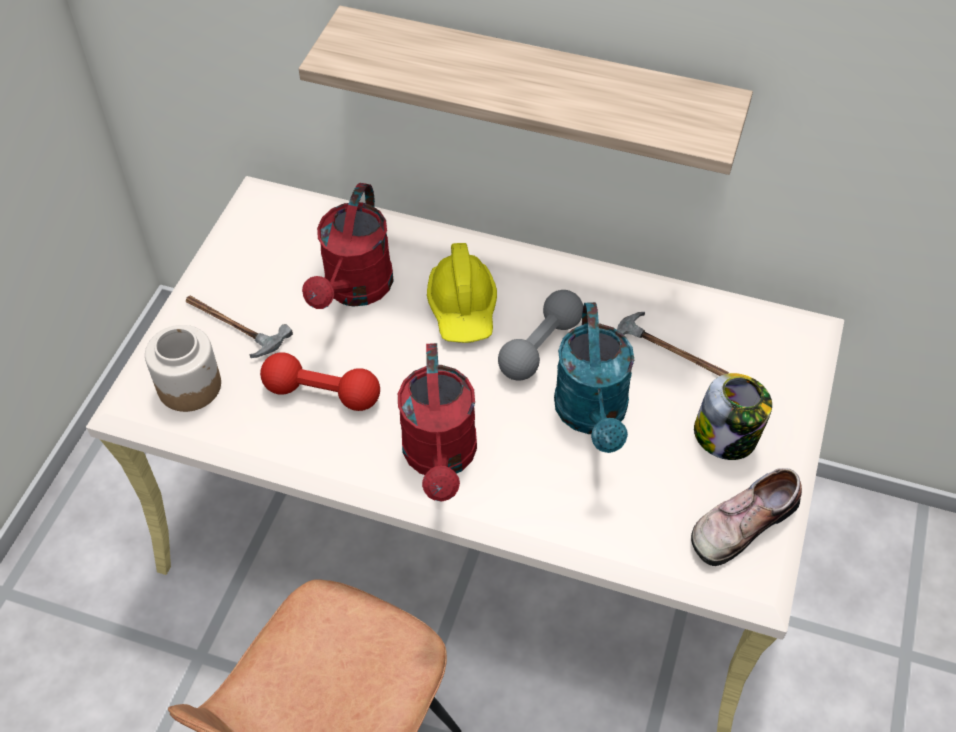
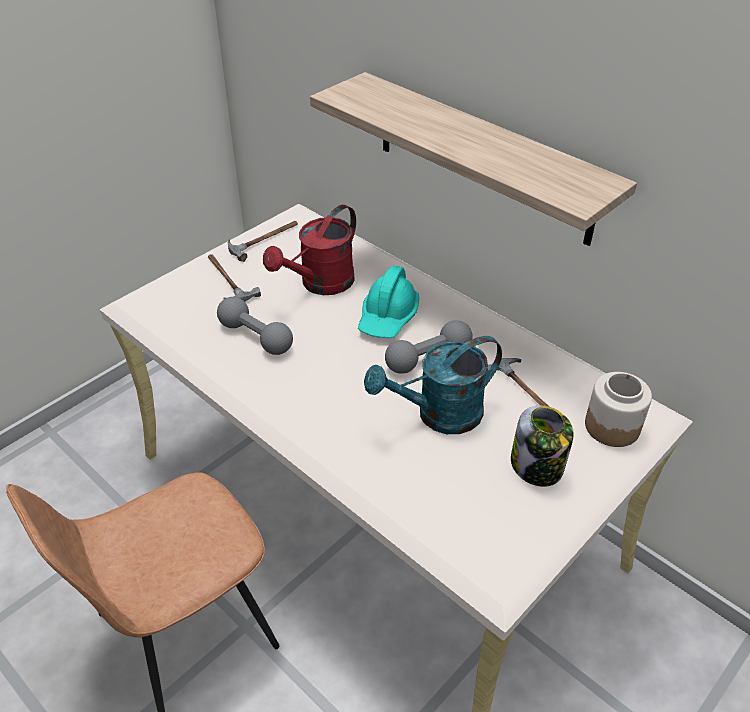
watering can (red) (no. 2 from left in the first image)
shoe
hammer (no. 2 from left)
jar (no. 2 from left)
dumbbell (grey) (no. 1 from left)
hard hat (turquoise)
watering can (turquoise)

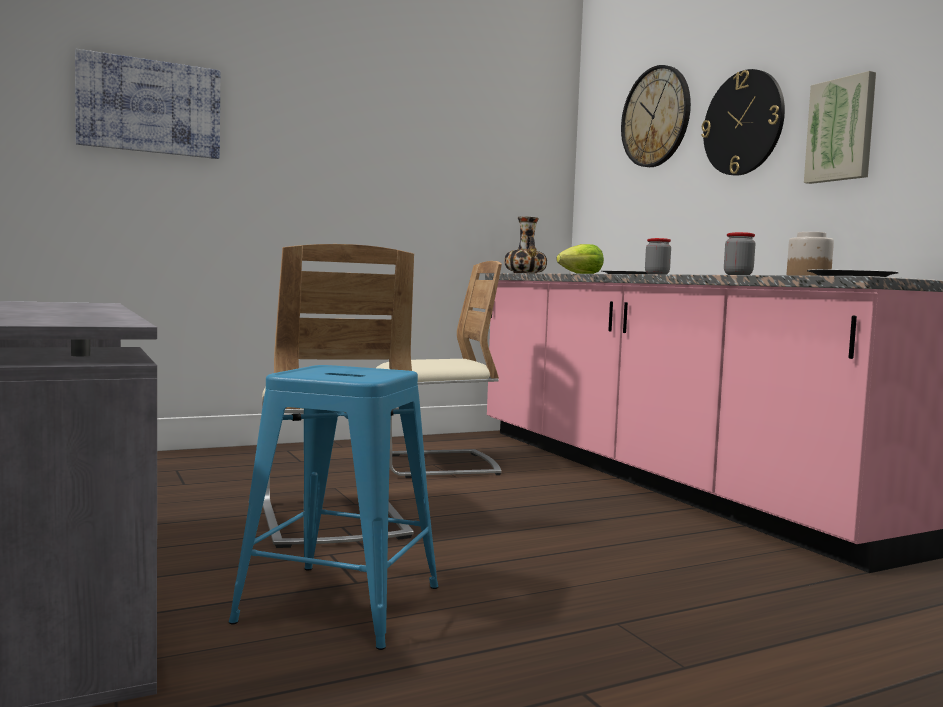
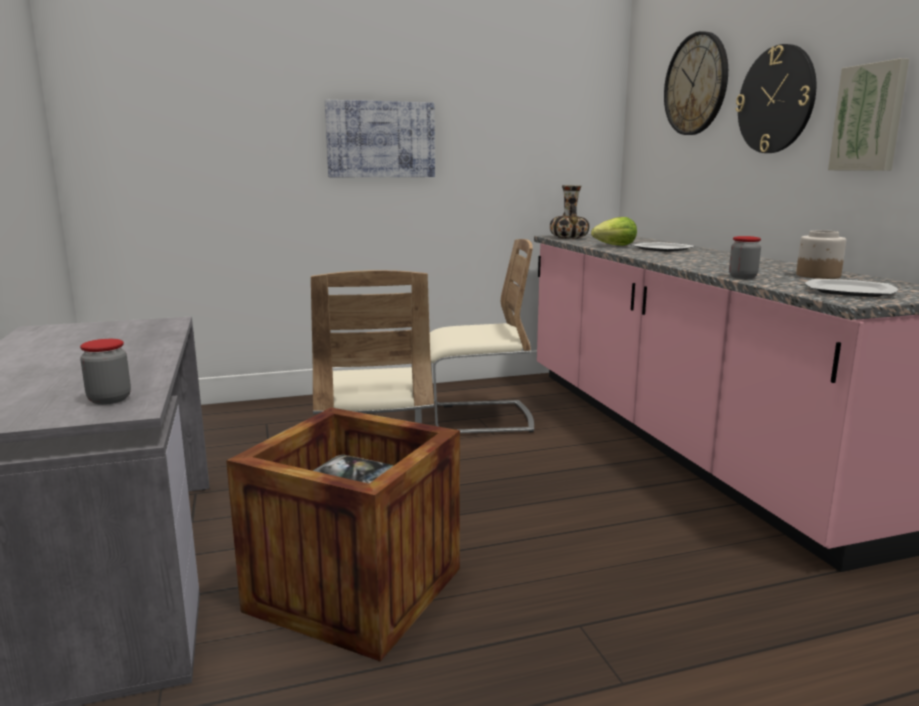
picture (no. 1 from left)
jar (no. 1 from left)
crate

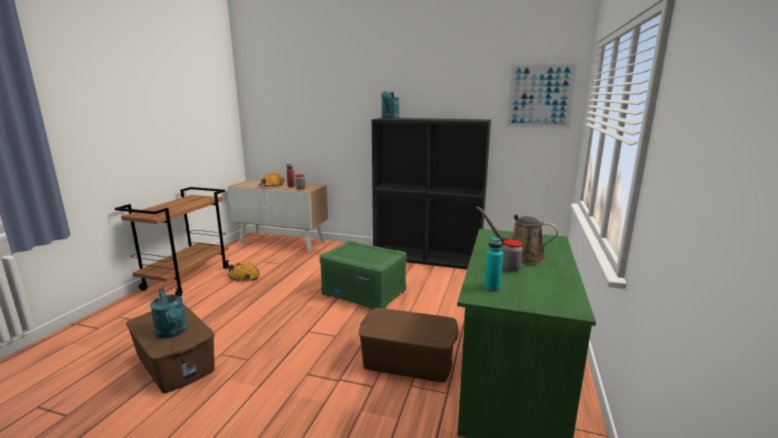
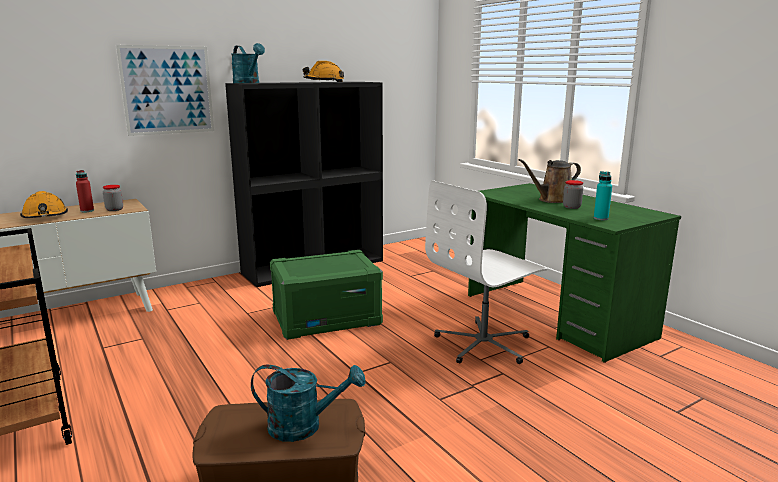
hard hat (orange) (no. 2 from left)
picture
office chair (white)

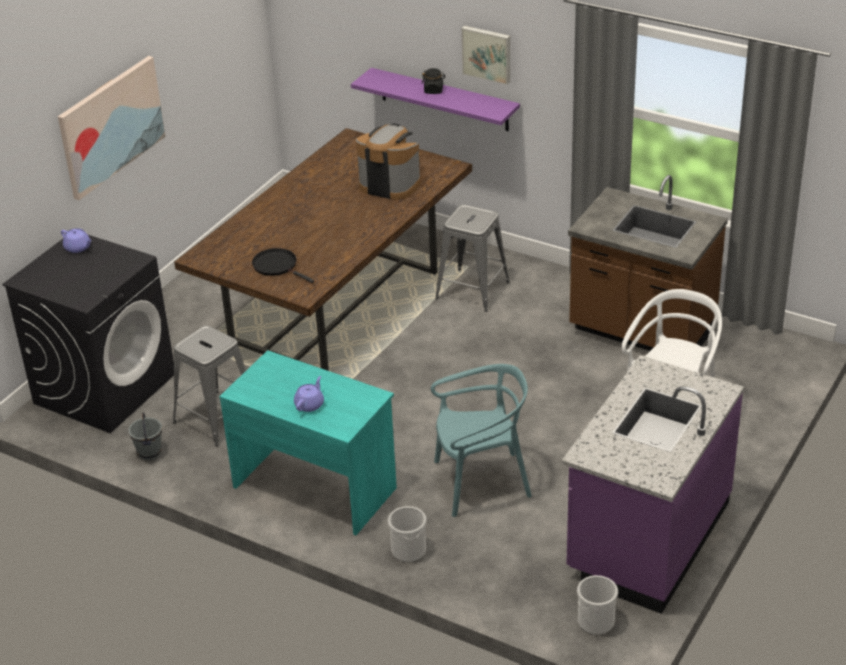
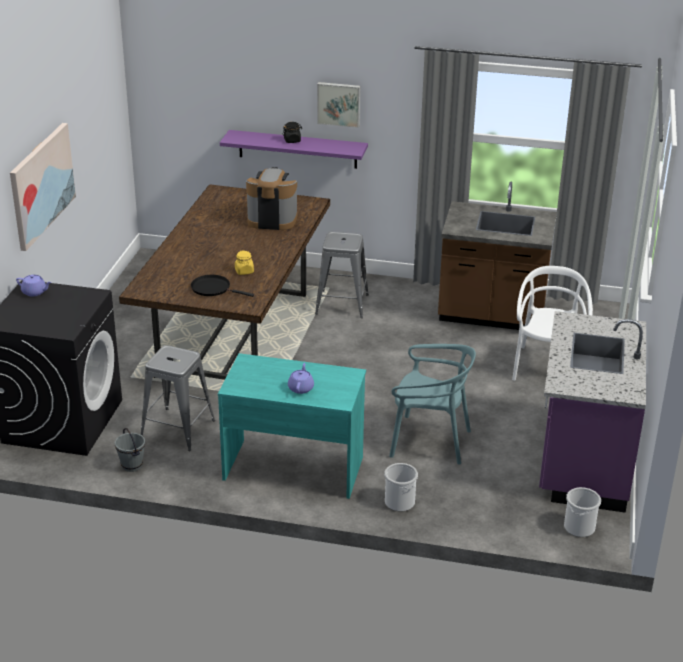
jar (yellow)
chair (turquoise)

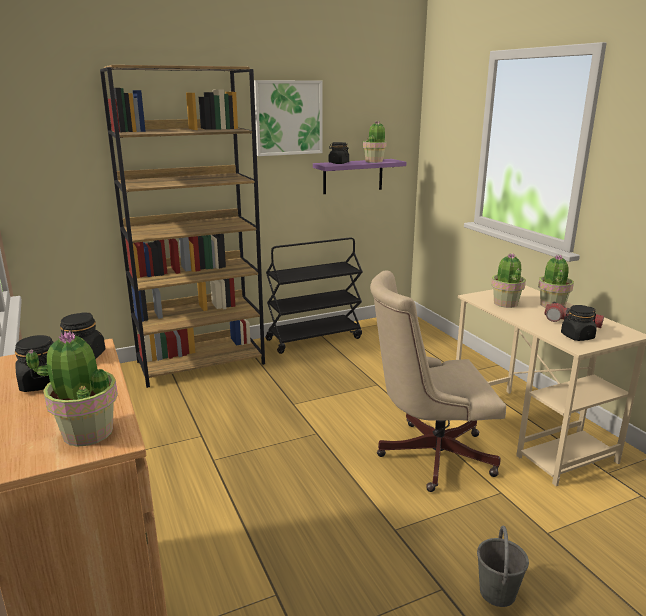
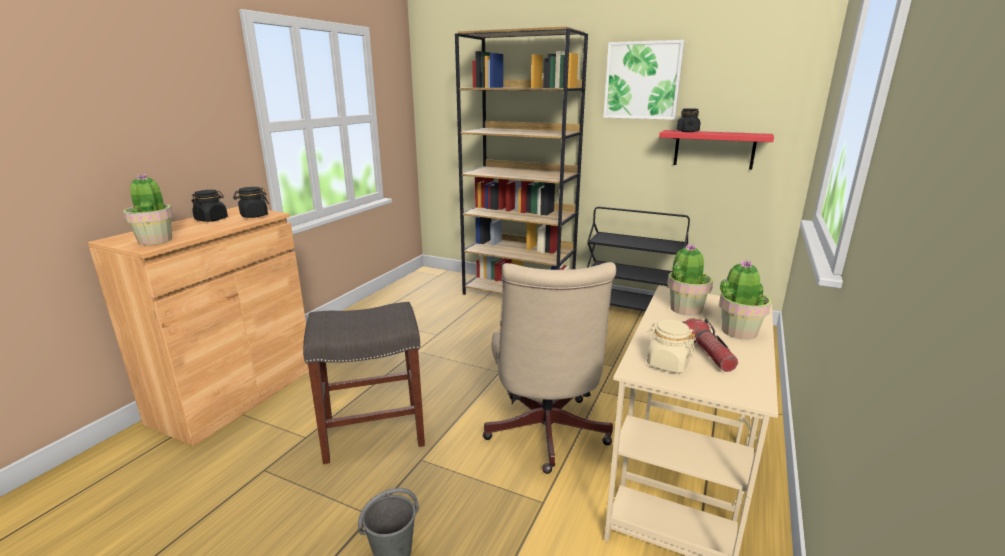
potted plant (no. 2 from left in the first image)
stool (grey)
shelf (red)
jar (beige)
office chair (beige)

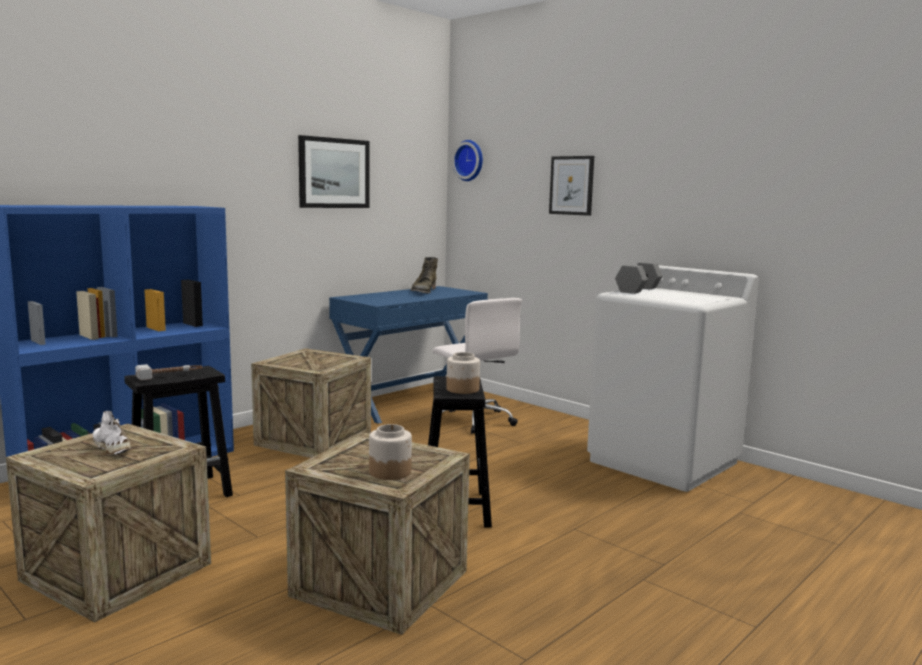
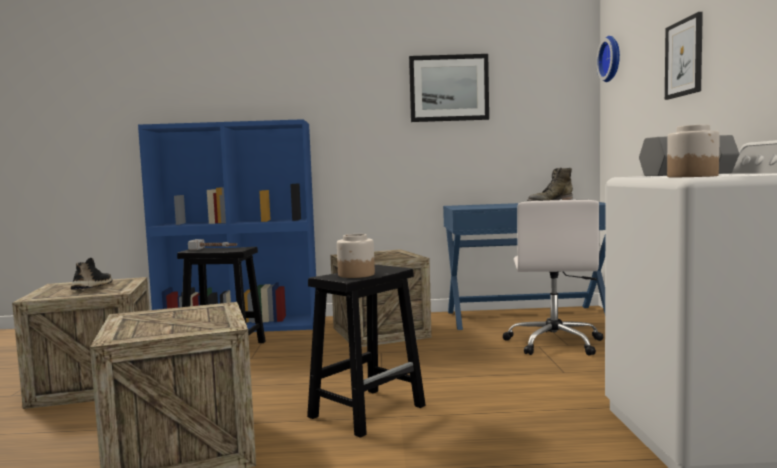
jar (no. 2 from left)
shoe (black)

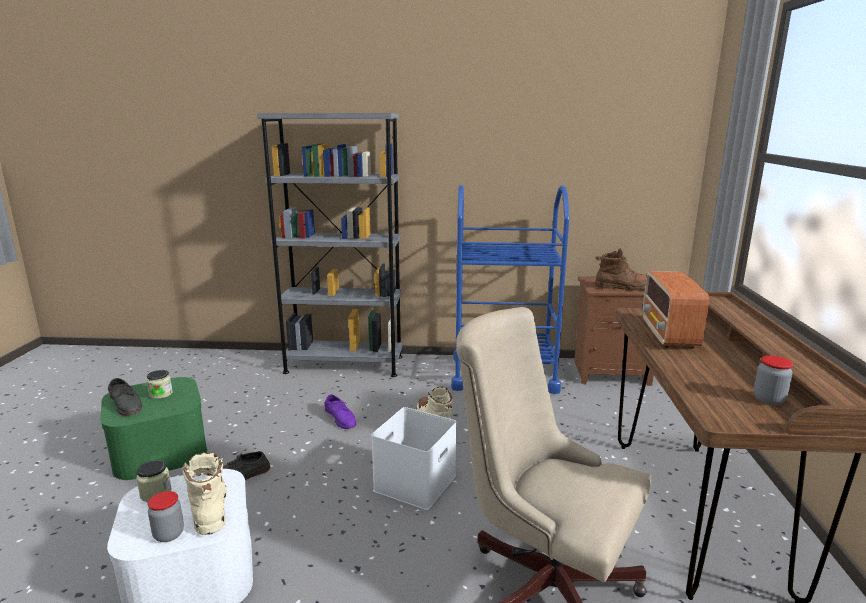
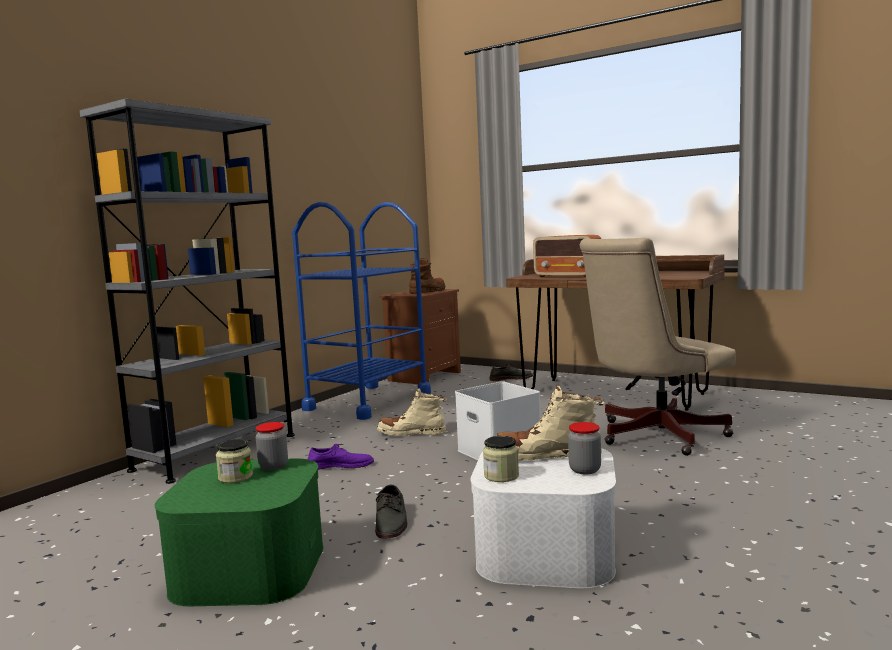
shoe (grey) (no. 2 from left)
jar (no. 2 from left)

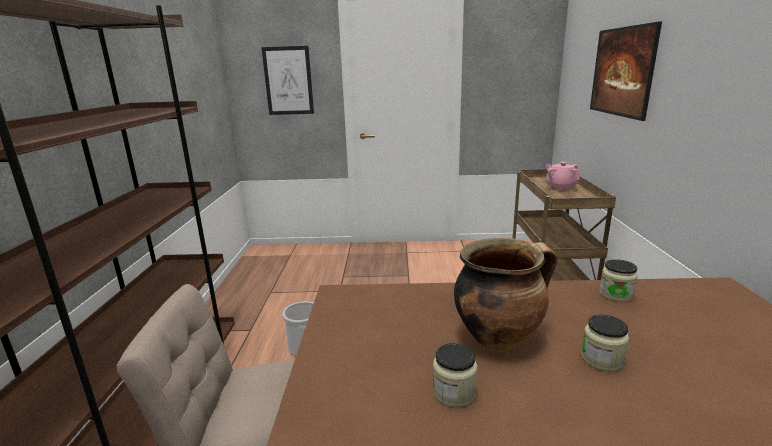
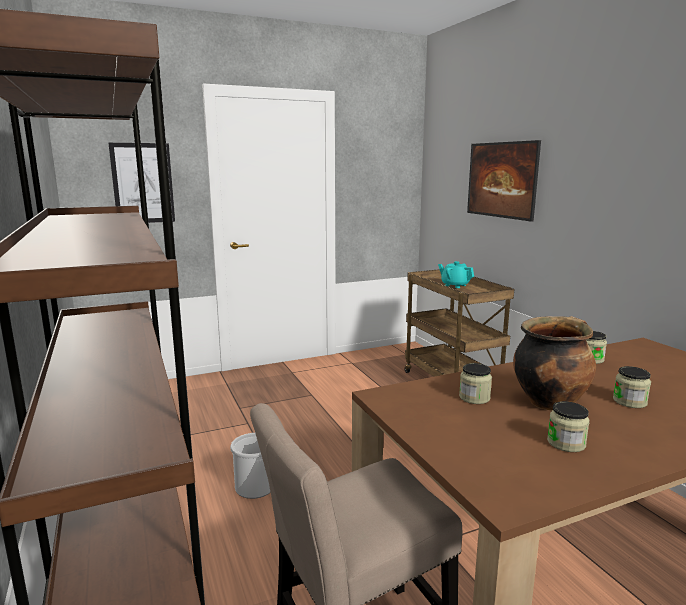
jar (no. 1 from left)
teapot (turquoise)

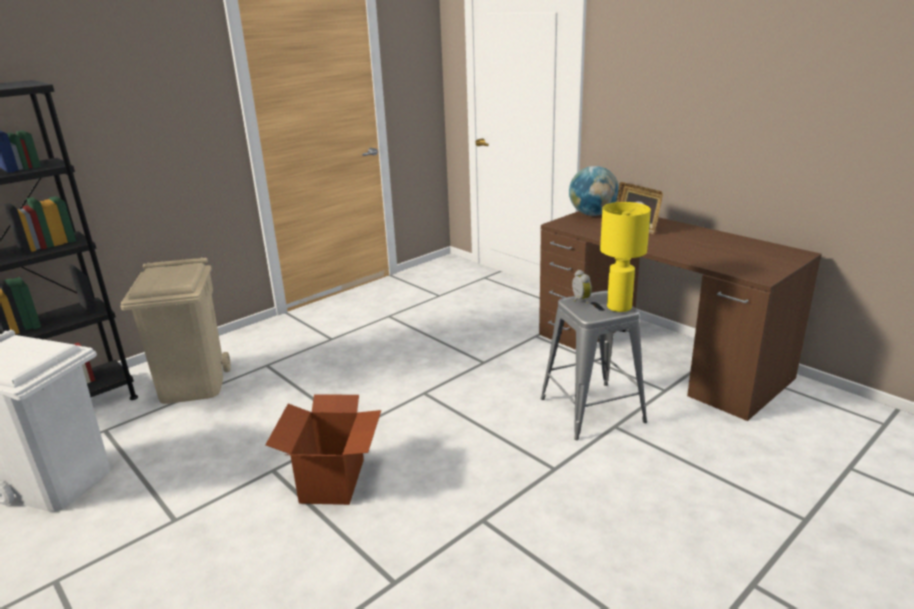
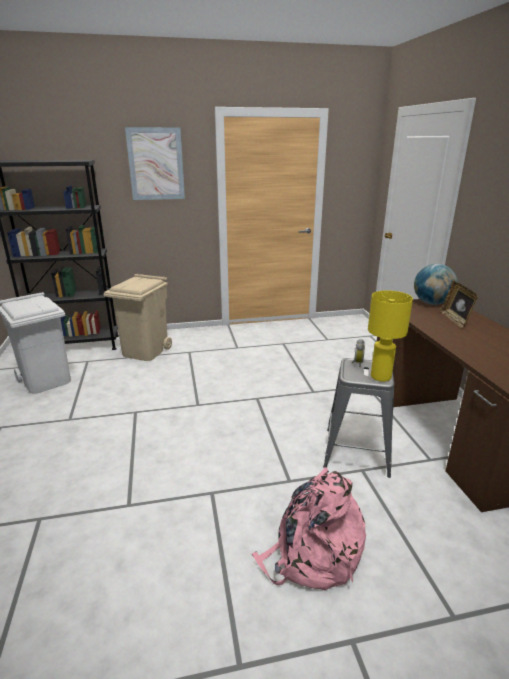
cardboard box
picture
backpack (pink)

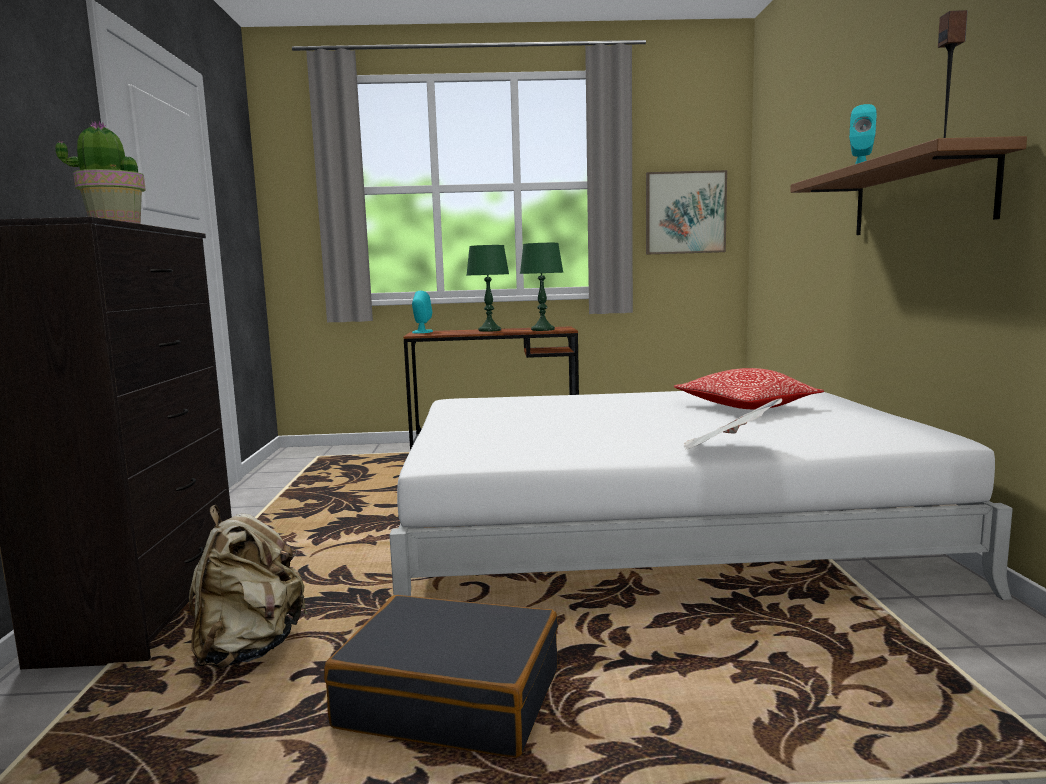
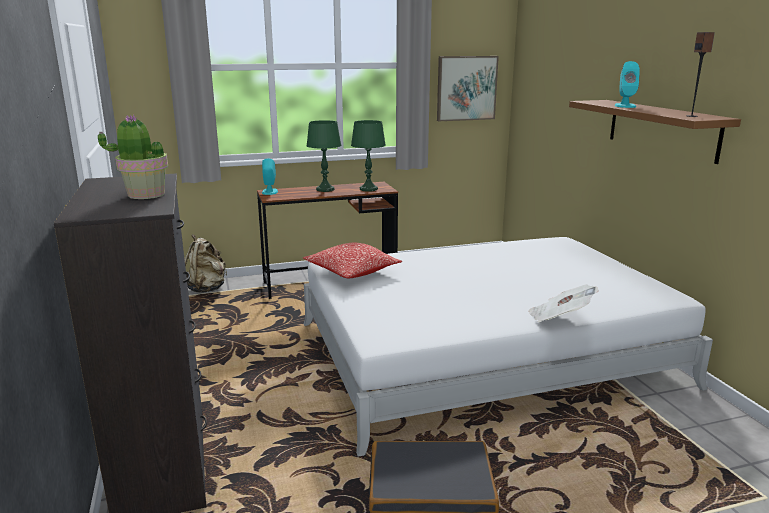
backpack (beige)
pillow

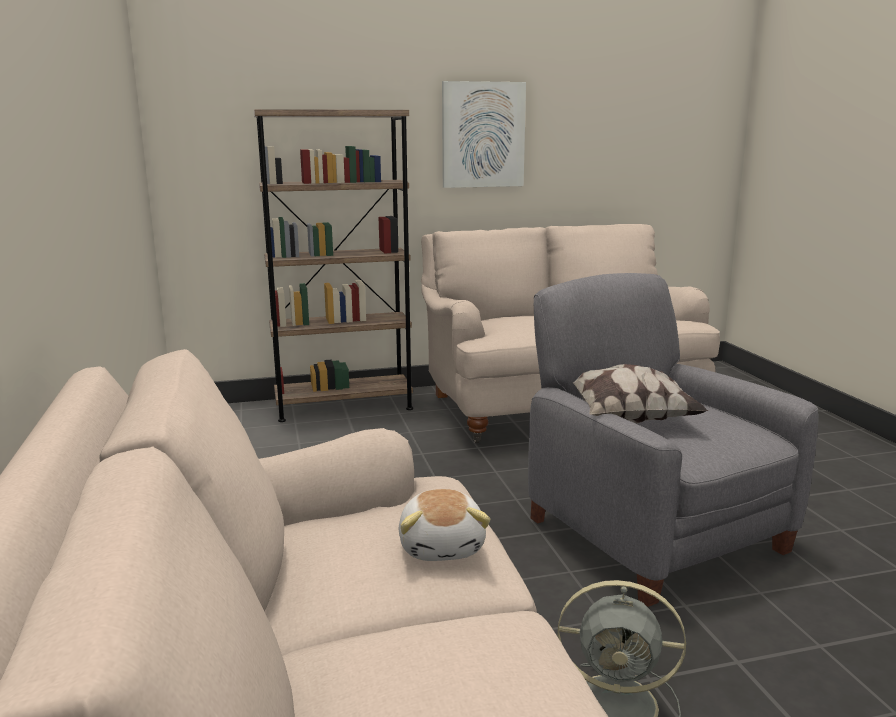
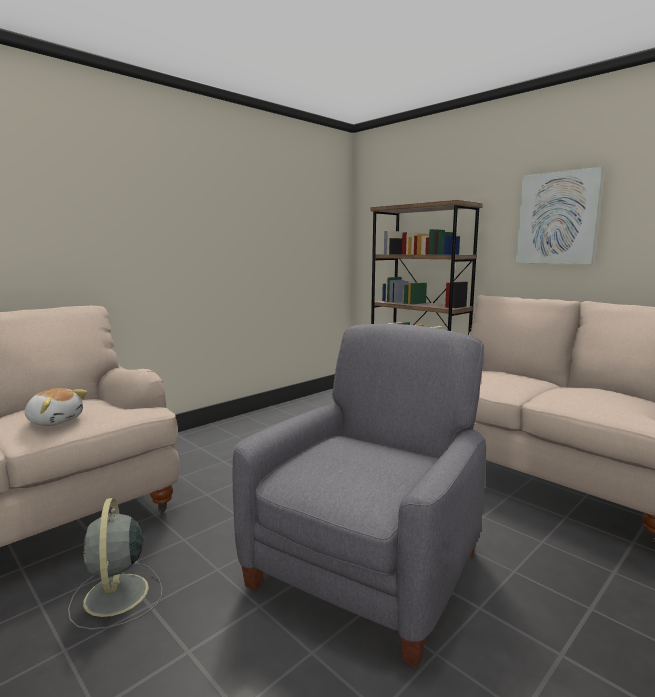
pillow
plush toy

